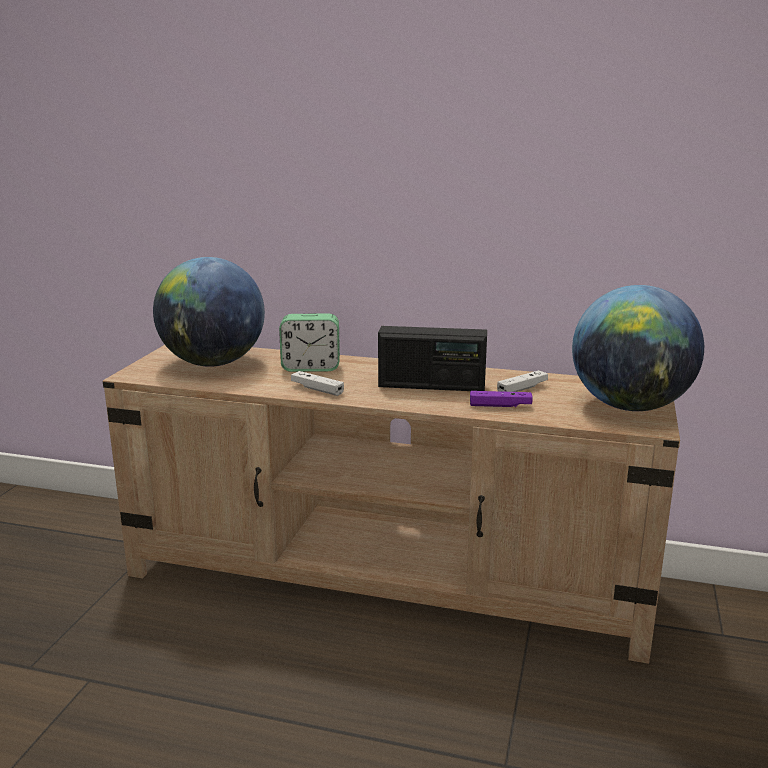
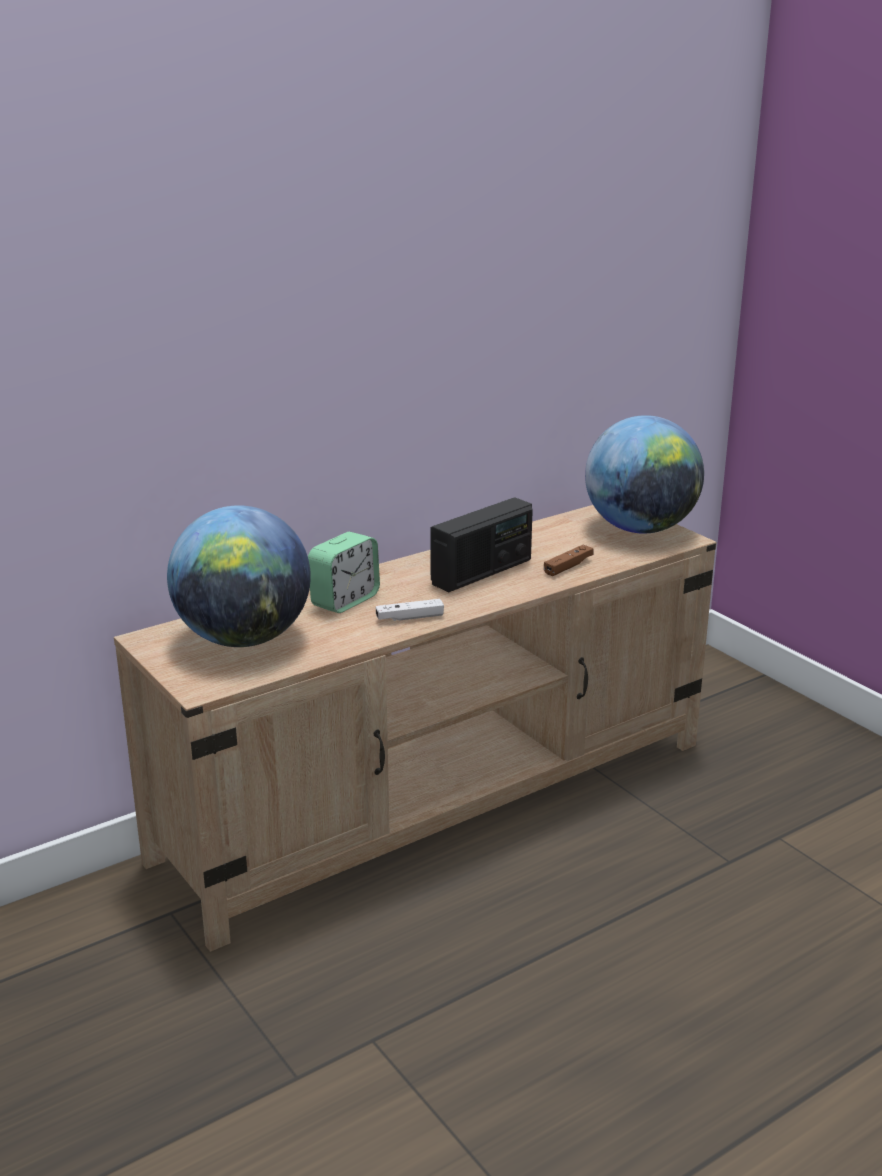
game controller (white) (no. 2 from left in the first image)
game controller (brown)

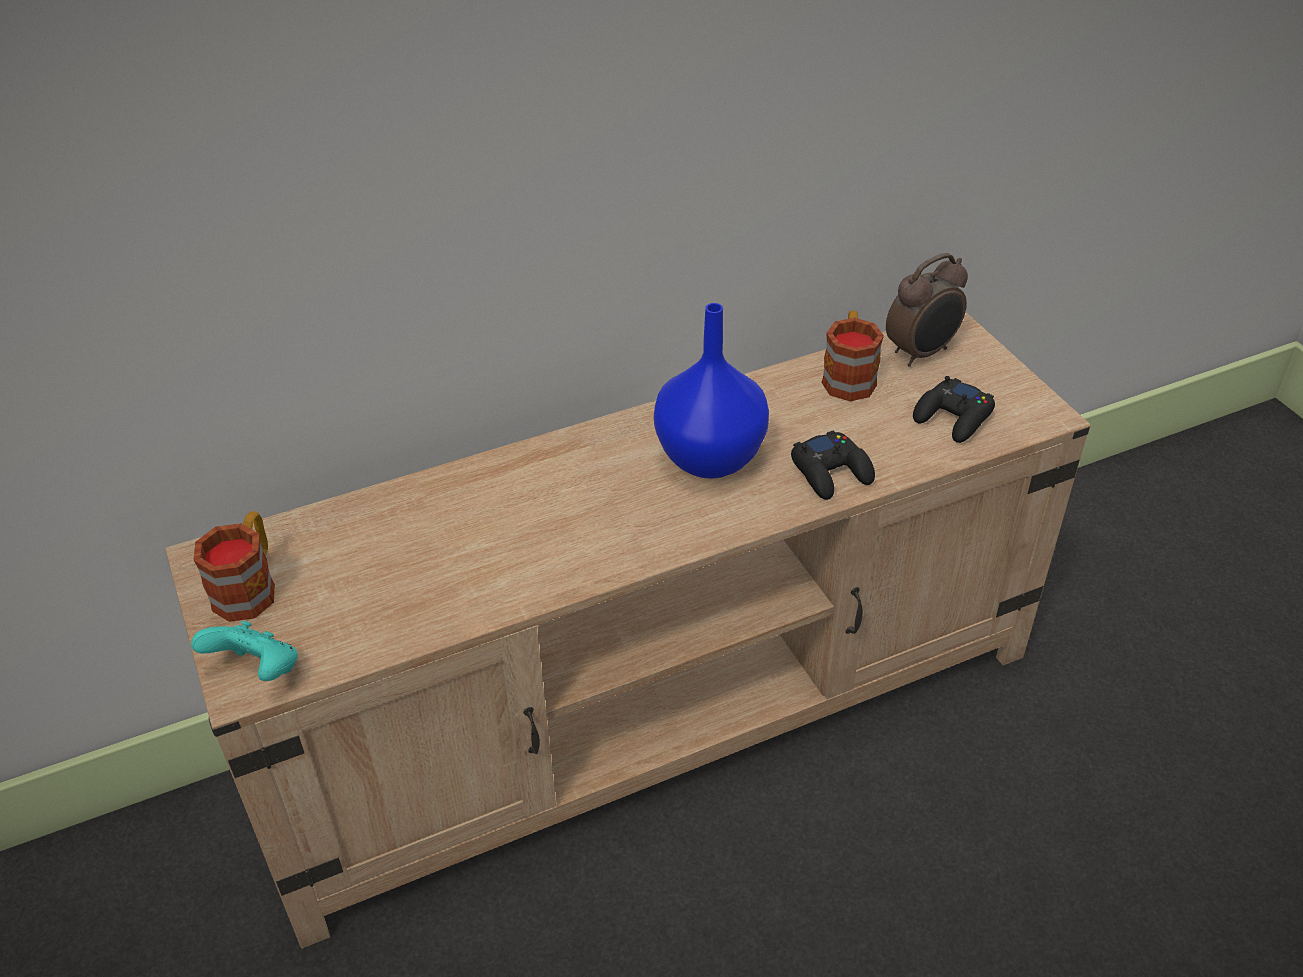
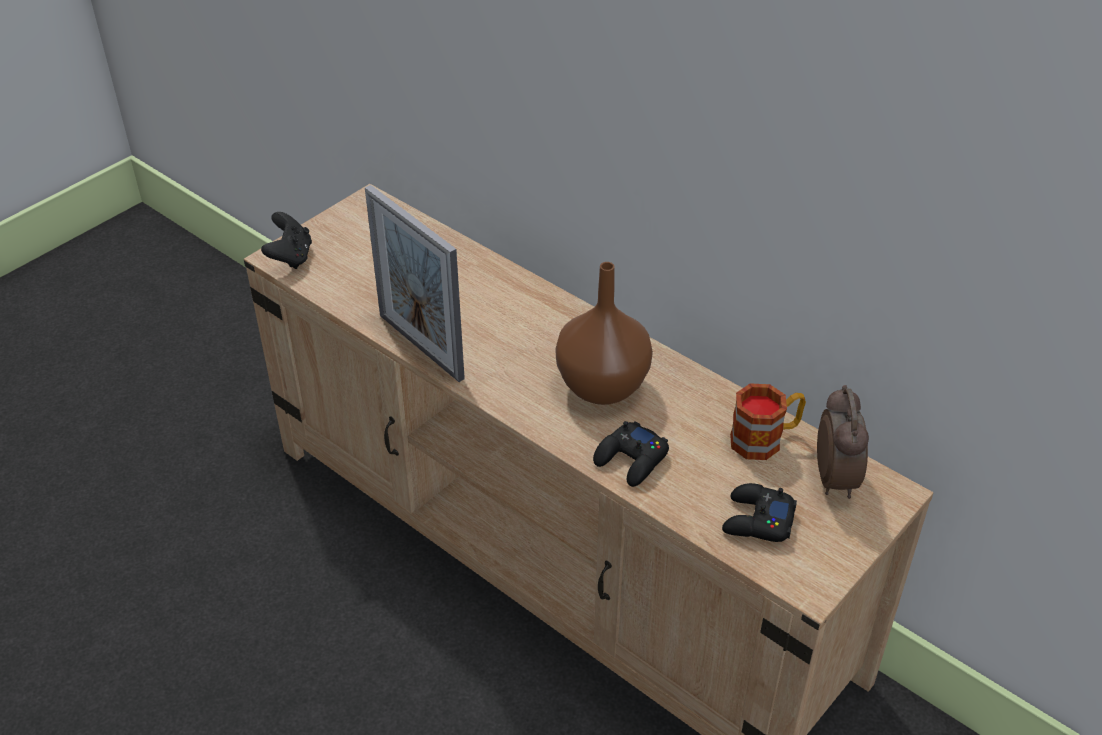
mug (no. 1 from left in the first image)
picture frame
game controller (black) (no. 1 from left)
vase (brown)
alarm clock

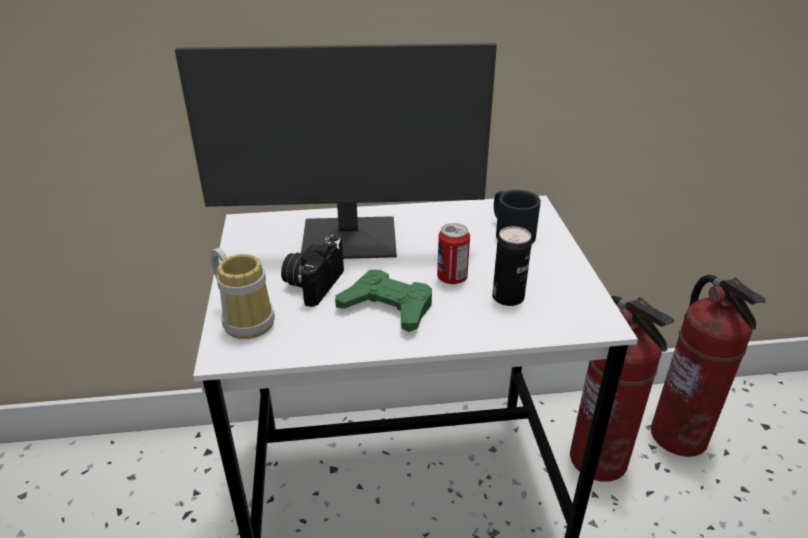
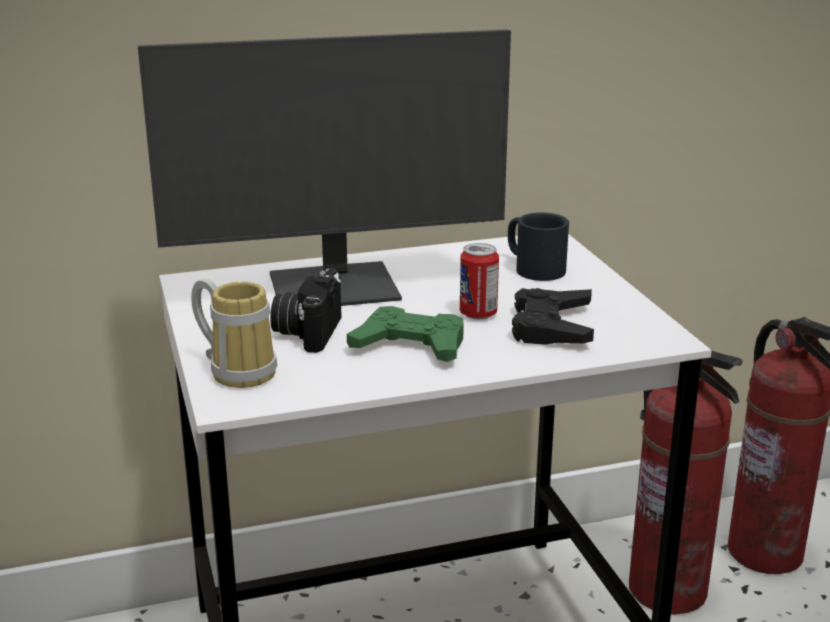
game controller (black)

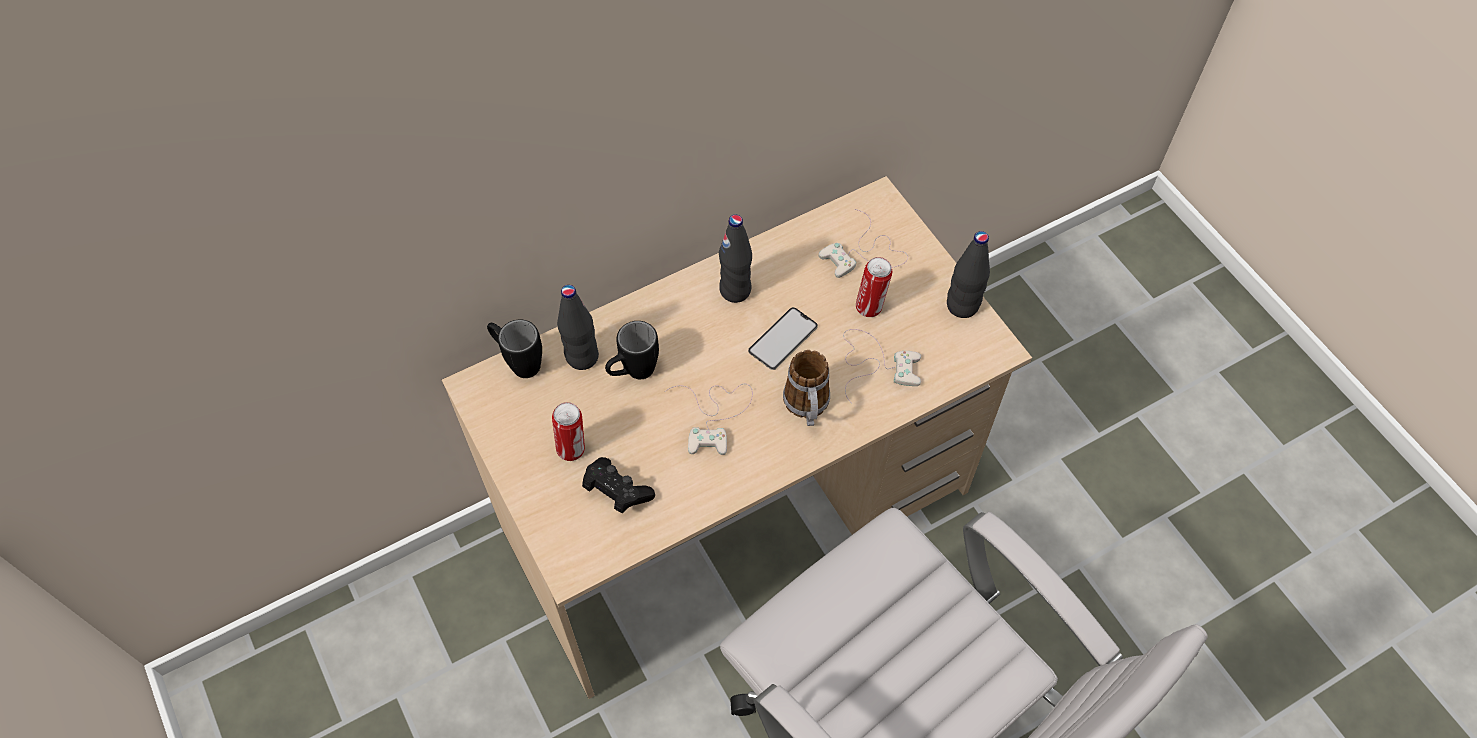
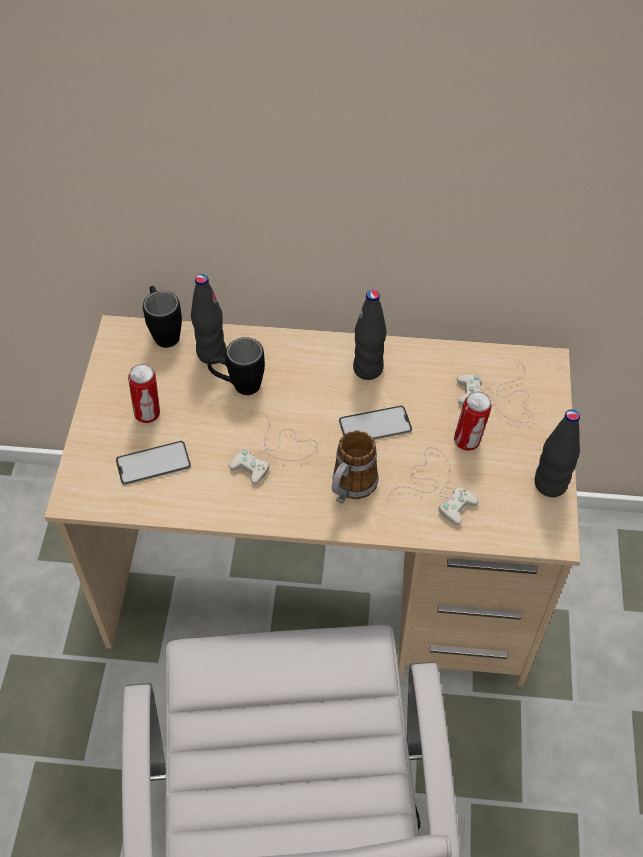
phone (no. 1 from left)

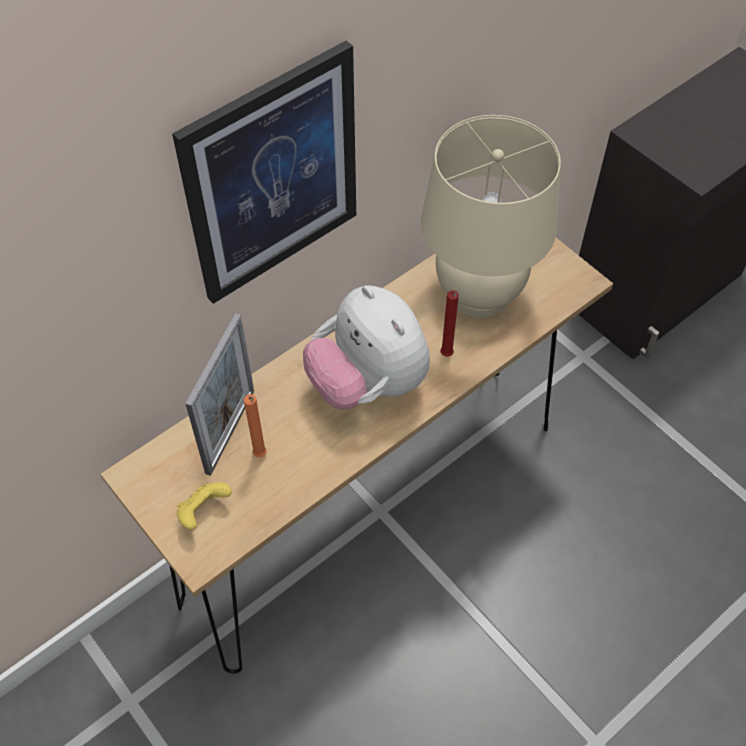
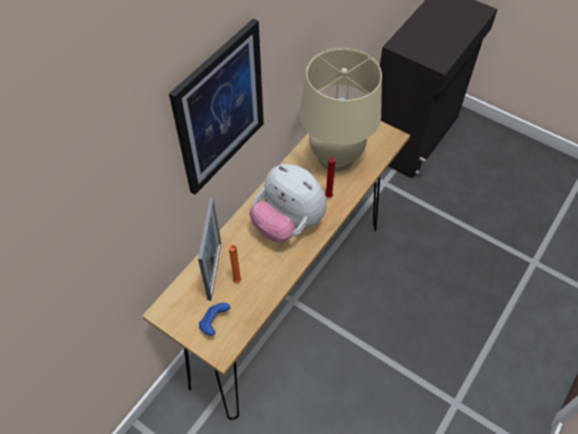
game controller (blue)

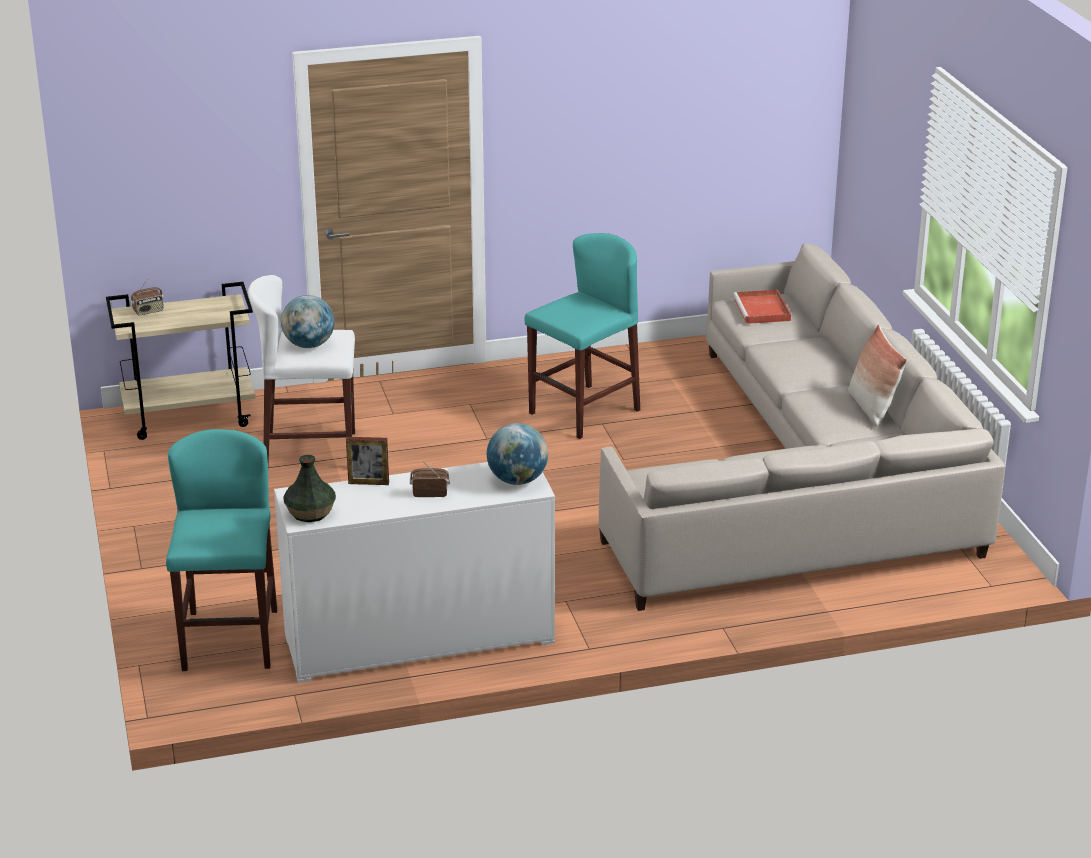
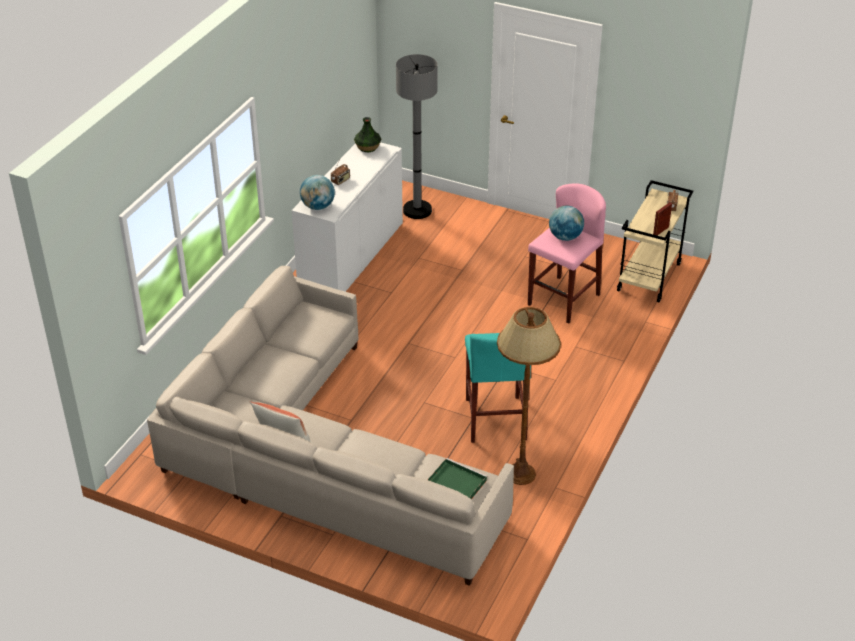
floor lamp (brown)
picture frame
floor lamp (grey)
stool (pink)
tray (green)

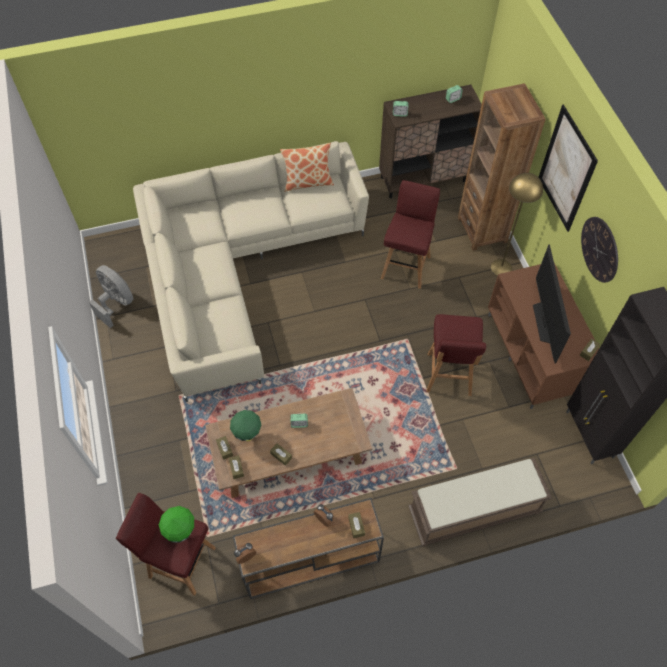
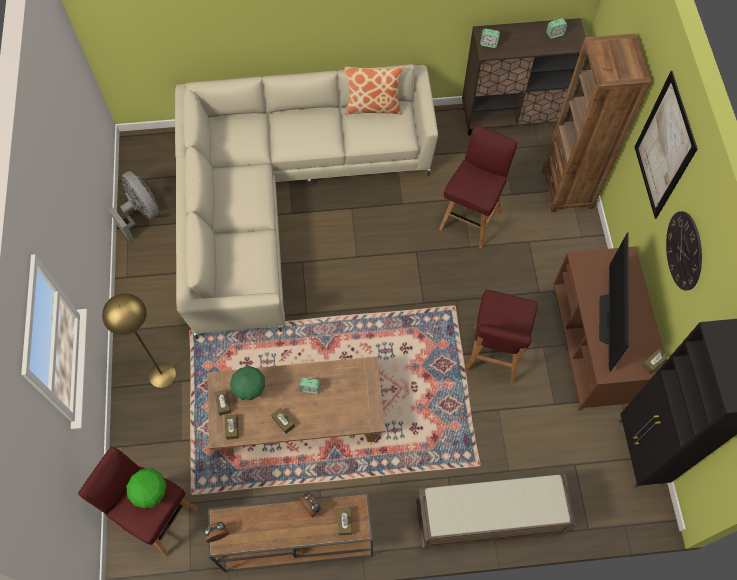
floor lamp (yellow)

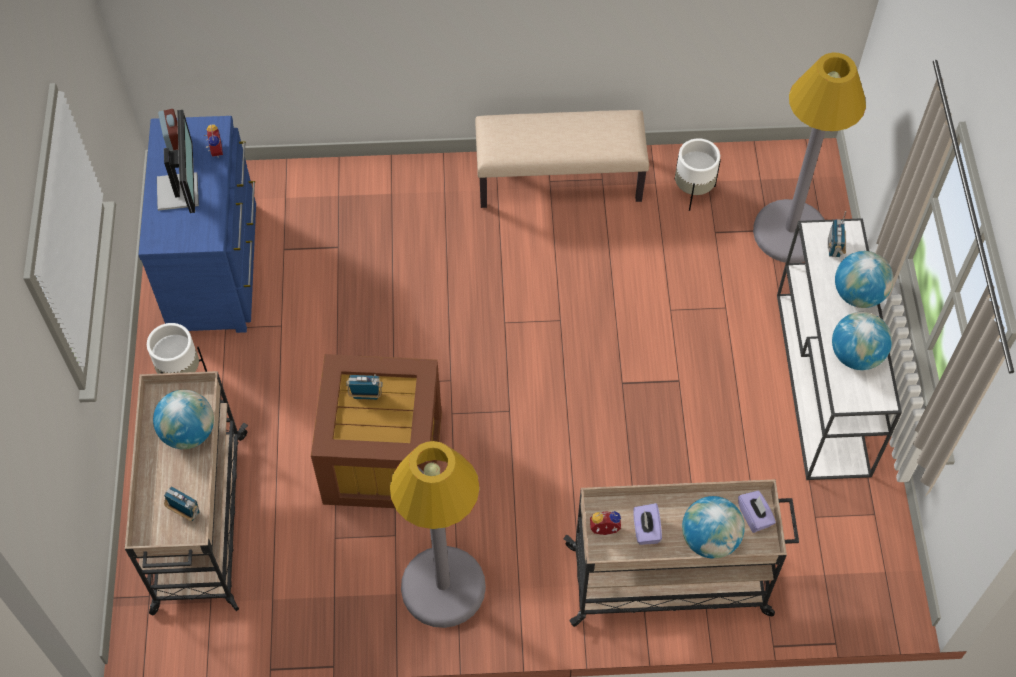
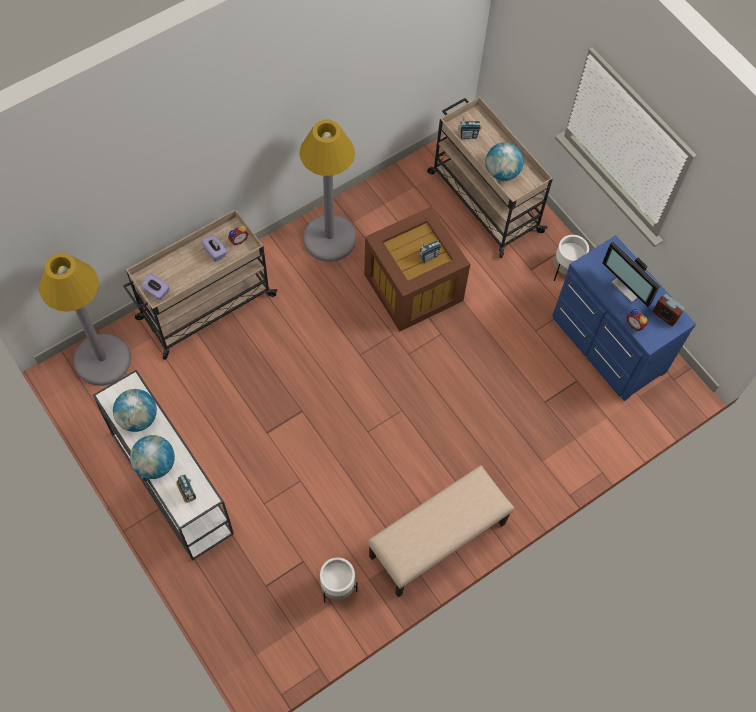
globe (no. 2 from left in the first image)
floor lamp (grey) (no. 1 from left)

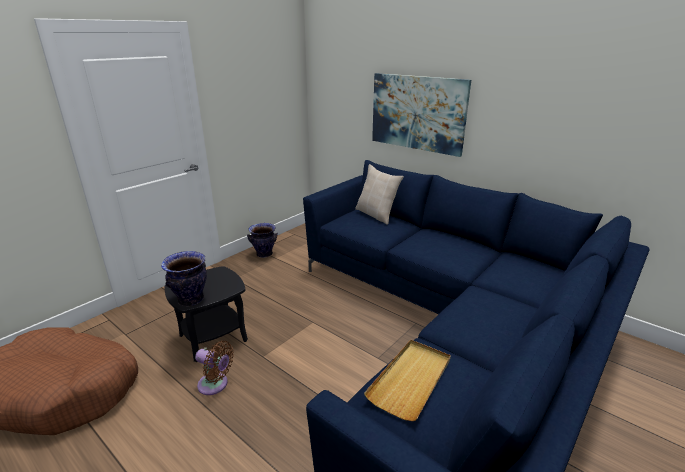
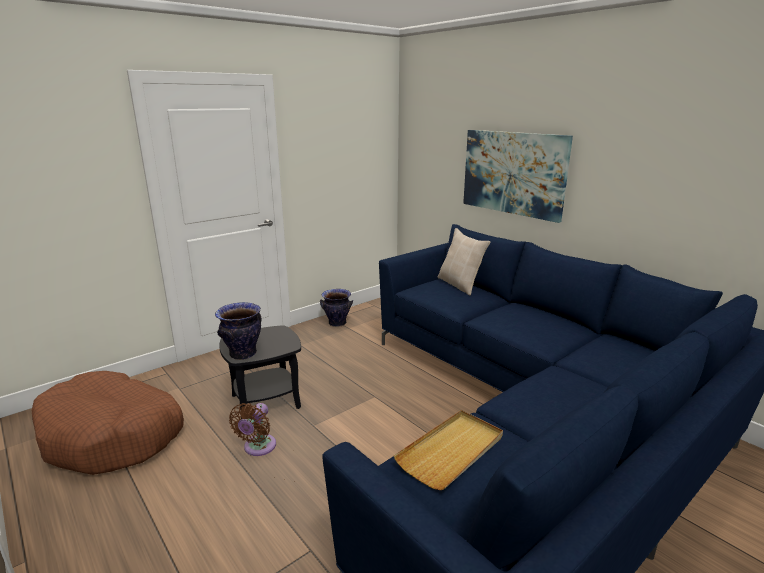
fan (brown)

